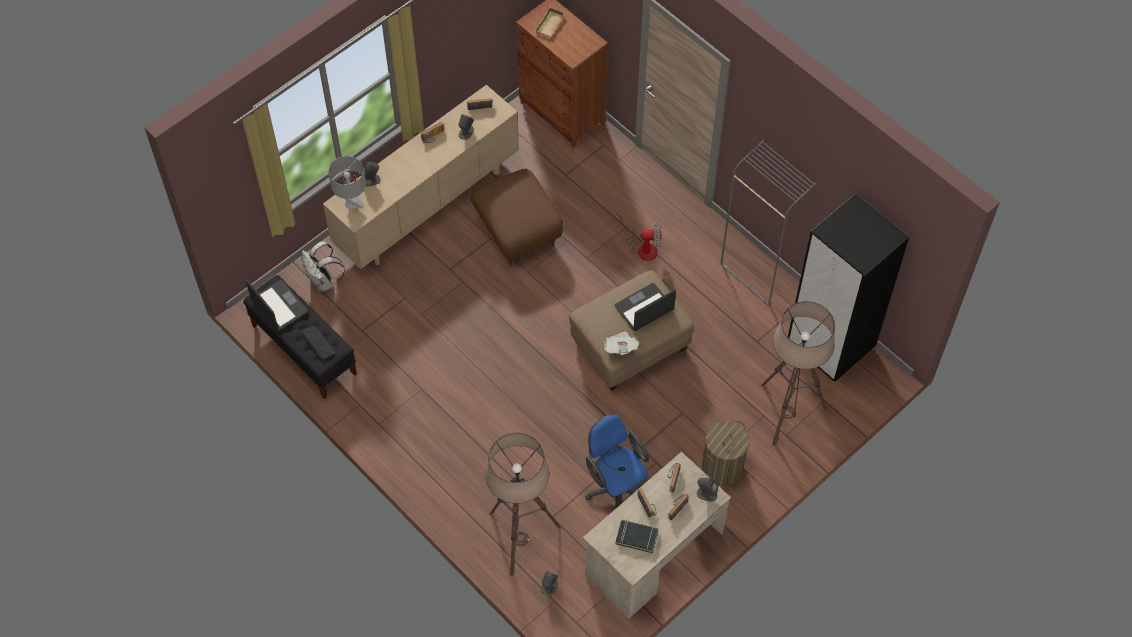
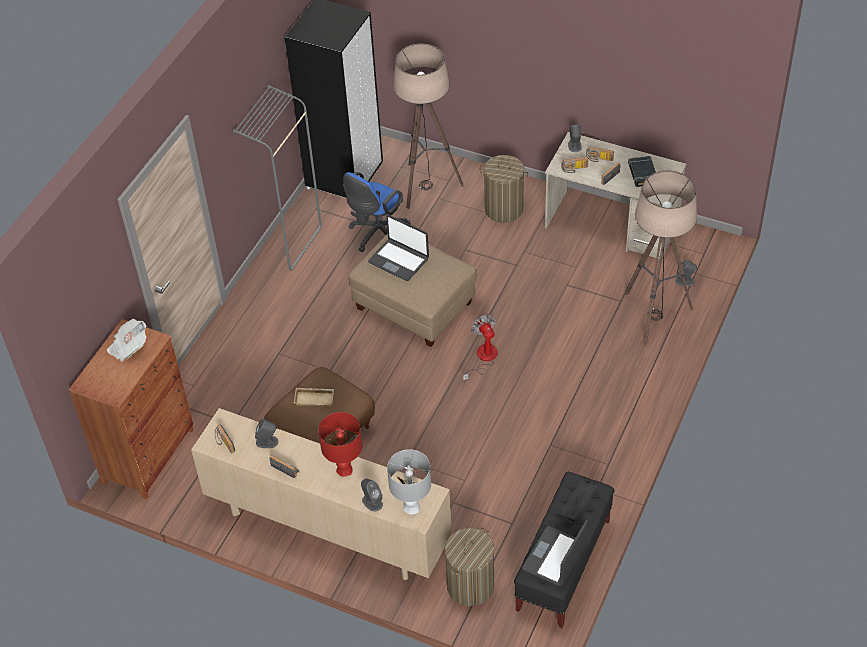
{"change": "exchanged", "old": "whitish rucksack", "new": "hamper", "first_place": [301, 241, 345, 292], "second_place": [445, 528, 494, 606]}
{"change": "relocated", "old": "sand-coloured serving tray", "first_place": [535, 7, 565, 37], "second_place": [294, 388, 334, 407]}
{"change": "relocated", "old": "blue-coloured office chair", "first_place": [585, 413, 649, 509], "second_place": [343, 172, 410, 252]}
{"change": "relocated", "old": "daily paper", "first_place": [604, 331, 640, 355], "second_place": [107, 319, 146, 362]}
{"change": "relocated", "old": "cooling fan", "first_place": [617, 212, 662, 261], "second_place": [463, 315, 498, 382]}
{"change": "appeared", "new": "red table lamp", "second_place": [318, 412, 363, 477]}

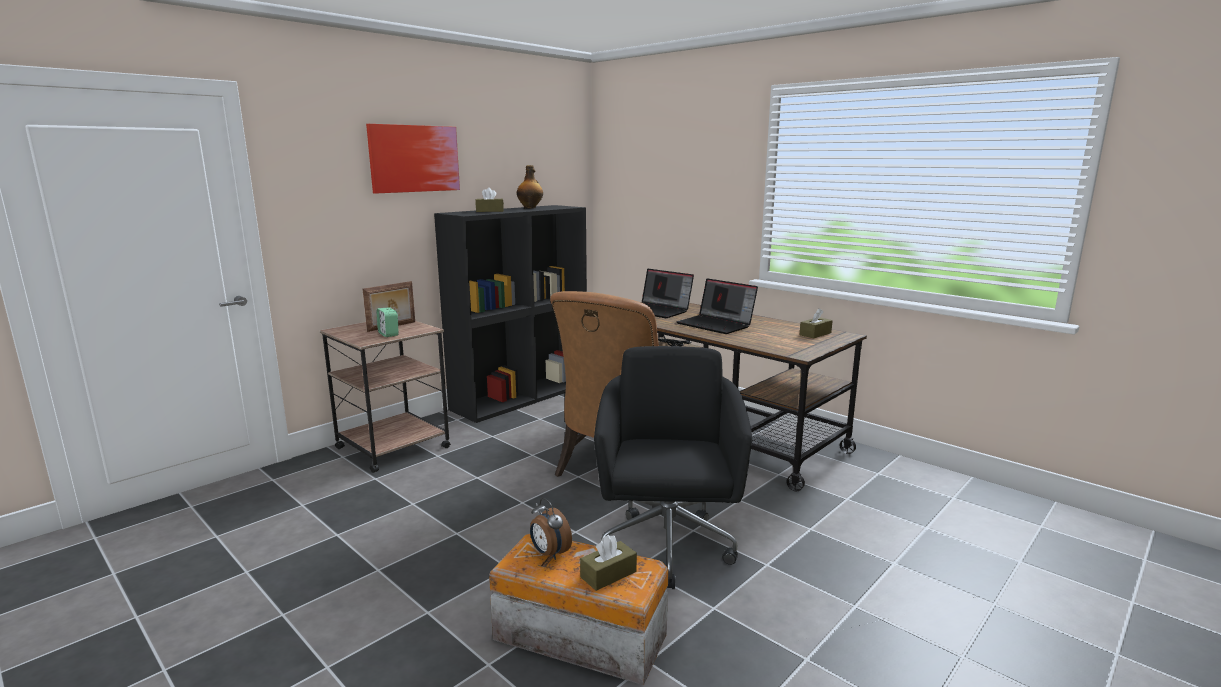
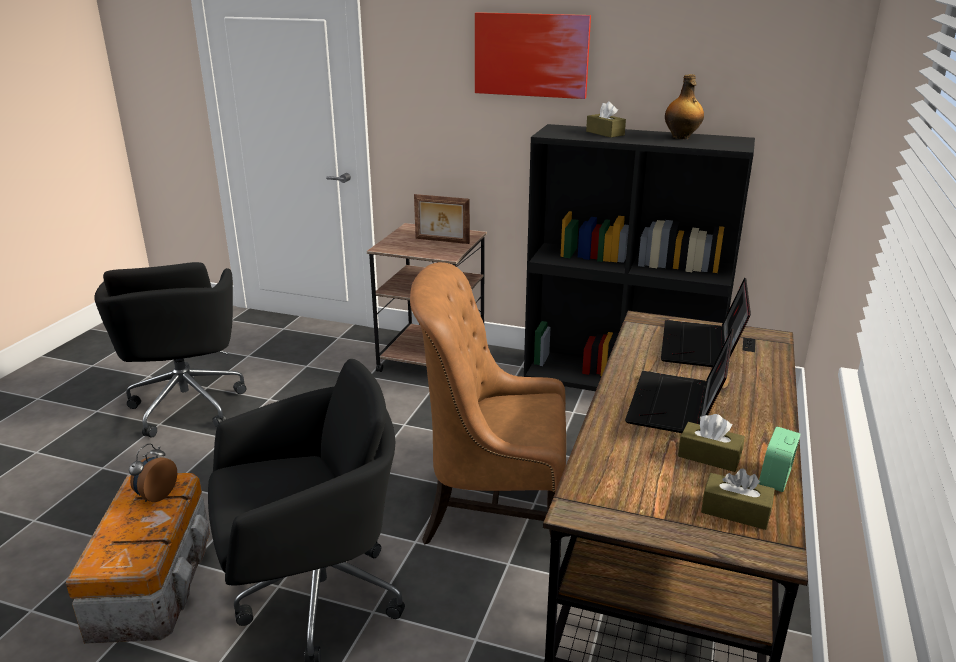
{"change": "relocated", "old": "alarm clock", "first_place": [377, 307, 399, 337], "second_place": [759, 426, 801, 492]}
{"change": "relocated", "old": "brown tissue box", "first_place": [580, 535, 637, 591], "second_place": [678, 414, 745, 472]}
{"change": "appeared", "new": "black office chair", "second_place": [94, 262, 246, 438]}

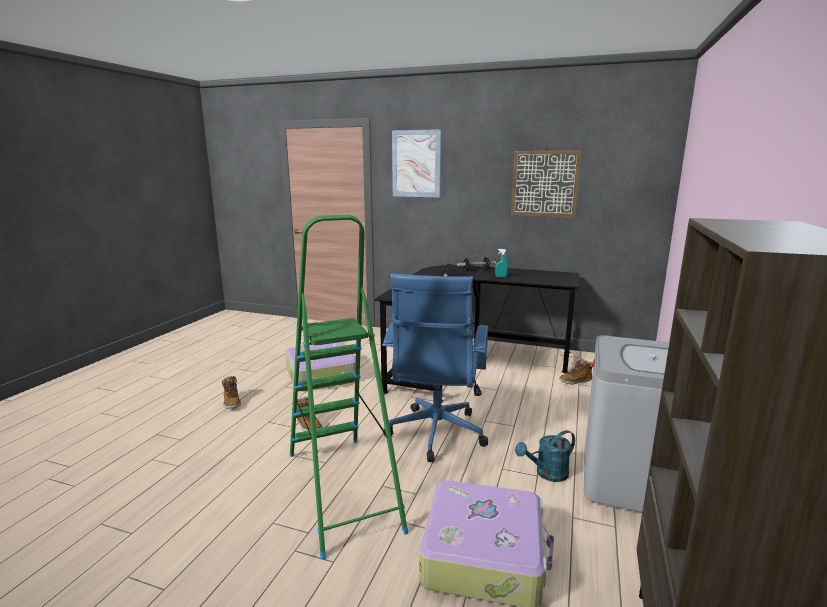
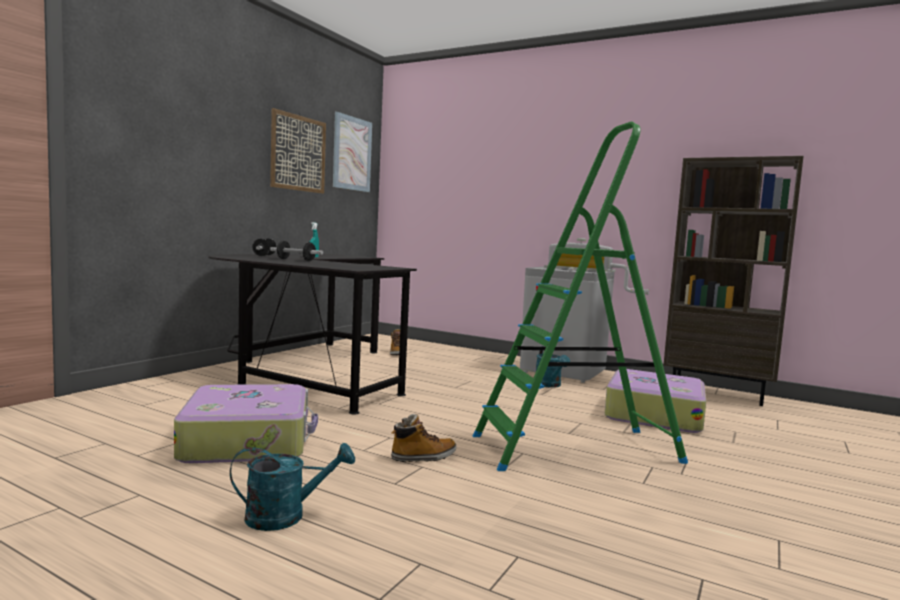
{"change": "exchanged", "old": "boot", "new": "turquoise watering can", "first_place": [222, 376, 241, 409], "second_place": [230, 443, 355, 531]}
{"change": "missing", "old": "blue-coloured office chair", "first_place": [382, 273, 489, 462]}
{"change": "relocated", "old": "wall art", "first_place": [392, 129, 441, 198], "second_place": [333, 112, 372, 192]}

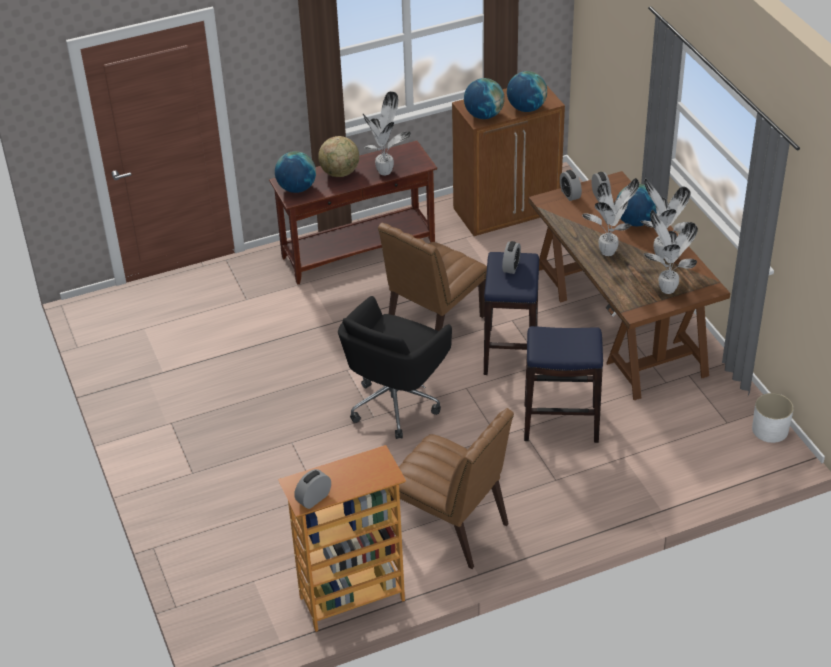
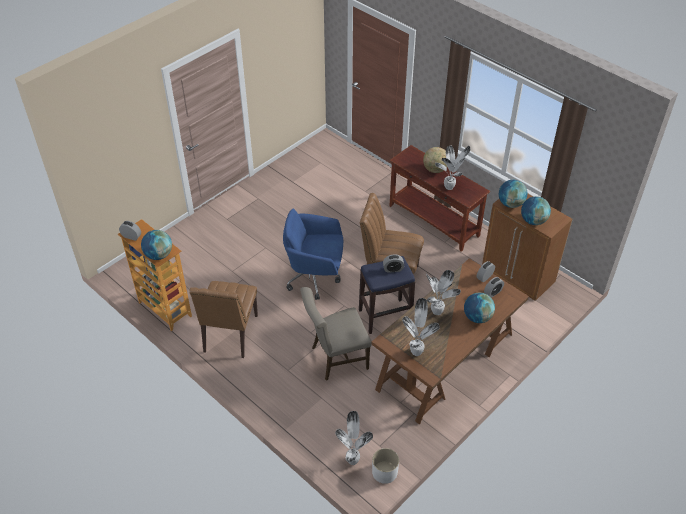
{"change": "relocated", "old": "world globe", "first_place": [275, 151, 316, 193], "second_place": [141, 230, 172, 260]}
{"change": "colour", "old": "black office chair", "new": "blue-coloured office chair", "first_place": [338, 296, 452, 439], "second_place": [283, 209, 343, 300]}
{"change": "exchanged", "old": "stool", "new": "sand-coloured upright chair", "first_place": [524, 326, 603, 443], "second_place": [300, 287, 372, 381]}
{"change": "relocated", "old": "houseplant", "first_place": [640, 178, 691, 259], "second_place": [335, 411, 373, 465]}

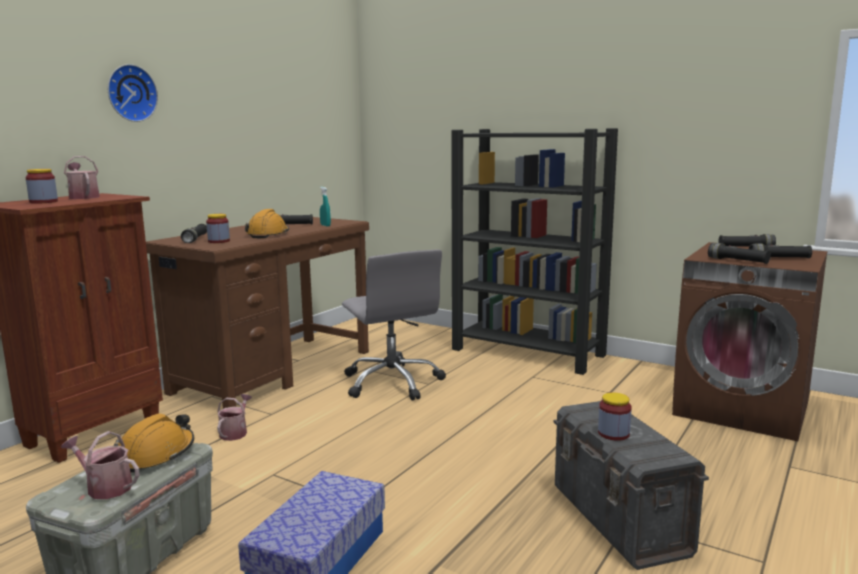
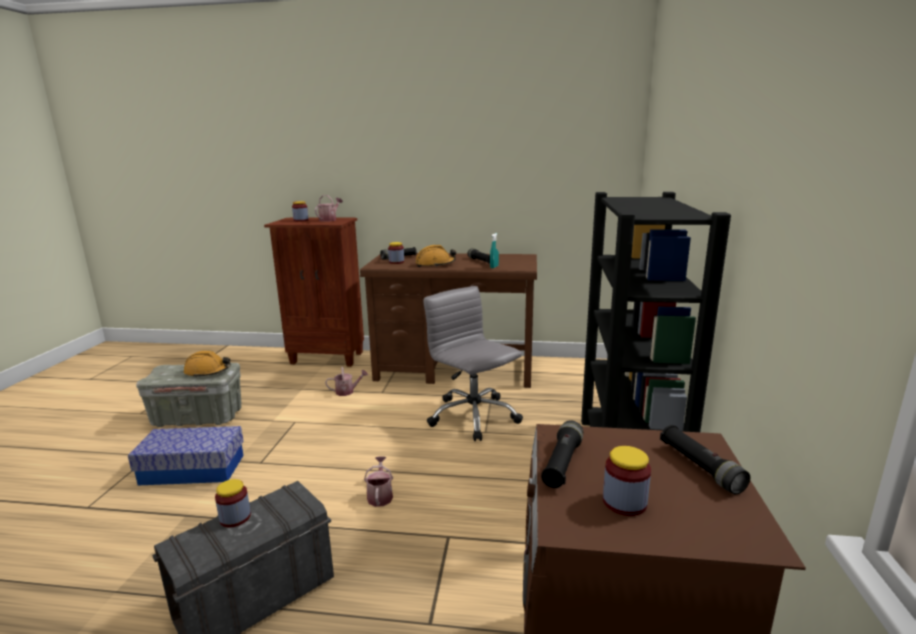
{"change": "relocated", "old": "watering can", "first_place": [61, 431, 139, 499], "second_place": [364, 456, 393, 507]}
{"change": "missing", "old": "wall clock", "first_place": [108, 64, 158, 122]}
{"change": "spun", "old": "grey office chair", "first_place": [342, 249, 446, 401], "second_place": [423, 286, 523, 441], "degrees": 105}
{"change": "exchanged", "old": "black torch", "new": "jar", "first_place": [749, 243, 812, 258], "second_place": [603, 446, 651, 516]}

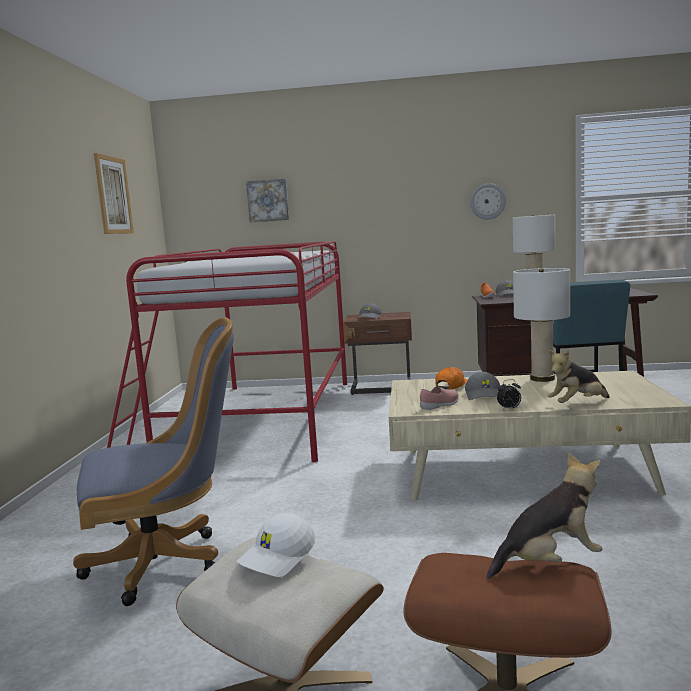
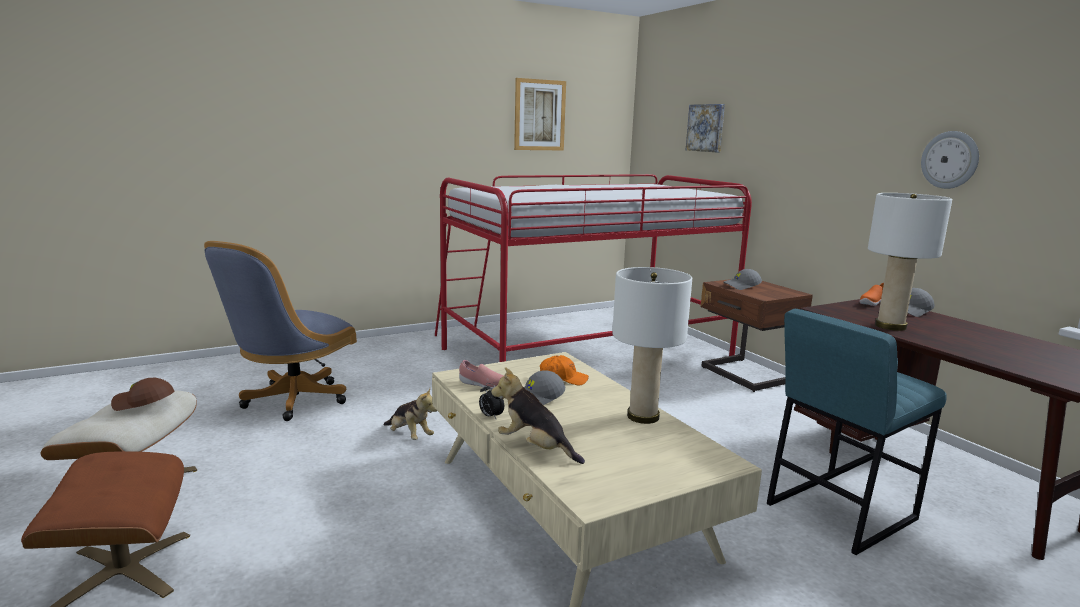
{"change": "spun", "old": "blue-coloured office chair", "first_place": [73, 317, 234, 606], "second_place": [204, 241, 357, 421], "degrees": 75}
{"change": "colour", "old": "whitish cap", "new": "brown cap", "first_place": [237, 513, 315, 577], "second_place": [111, 378, 174, 411]}
{"change": "relocated", "old": "soft toy", "first_place": [487, 452, 602, 579], "second_place": [384, 388, 437, 440]}

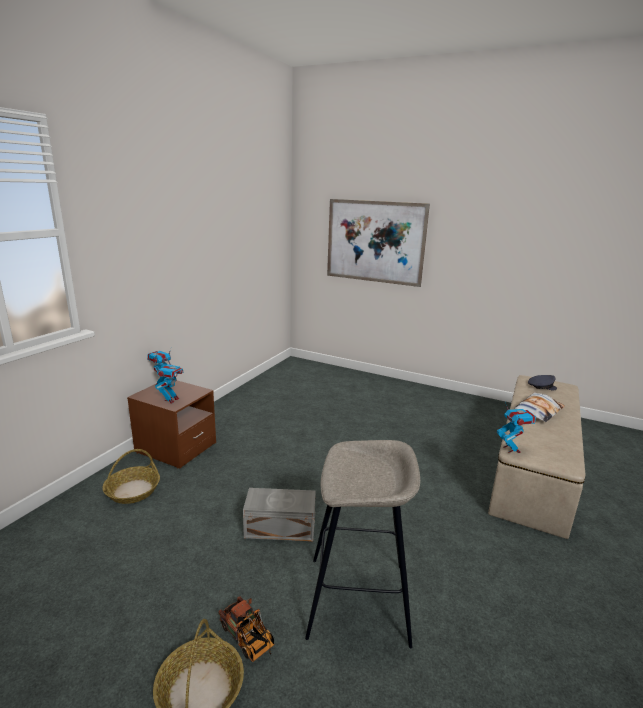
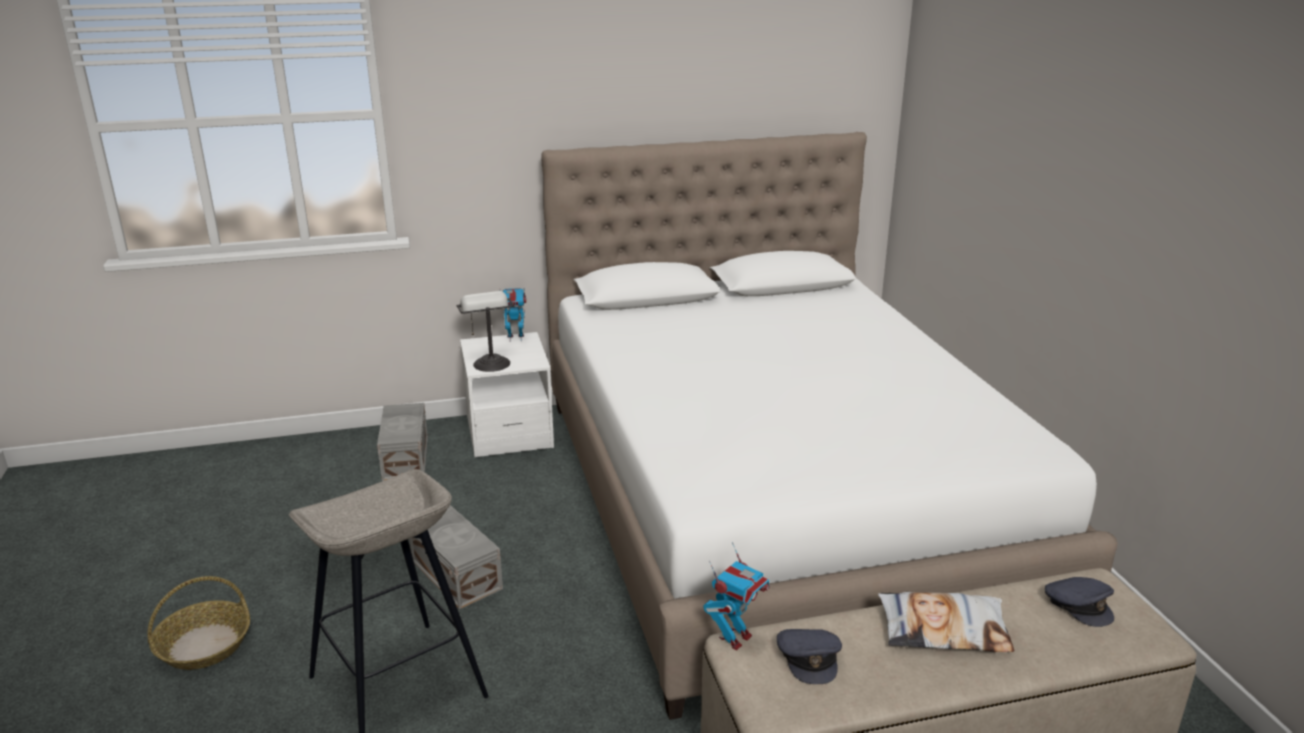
{"change": "exchanged", "old": "storage basket", "new": "grey storage box", "first_place": [102, 449, 160, 504], "second_place": [377, 403, 428, 481]}
{"change": "colour", "old": "brown bedside table", "new": "whitish bedside table", "first_place": [127, 380, 216, 469], "second_place": [460, 332, 554, 458]}
{"change": "exchanged", "old": "toy robot", "new": "table lamp", "first_place": [154, 357, 183, 403], "second_place": [457, 291, 514, 372]}
{"change": "missing", "old": "toy lorry", "first_place": [218, 596, 274, 662]}
{"change": "missing", "old": "wall art", "first_place": [327, 199, 430, 287]}
{"change": "appeared", "new": "whitish bed", "second_place": [541, 132, 1118, 720]}
{"change": "appeared", "new": "grey cap", "second_place": [777, 629, 842, 684]}

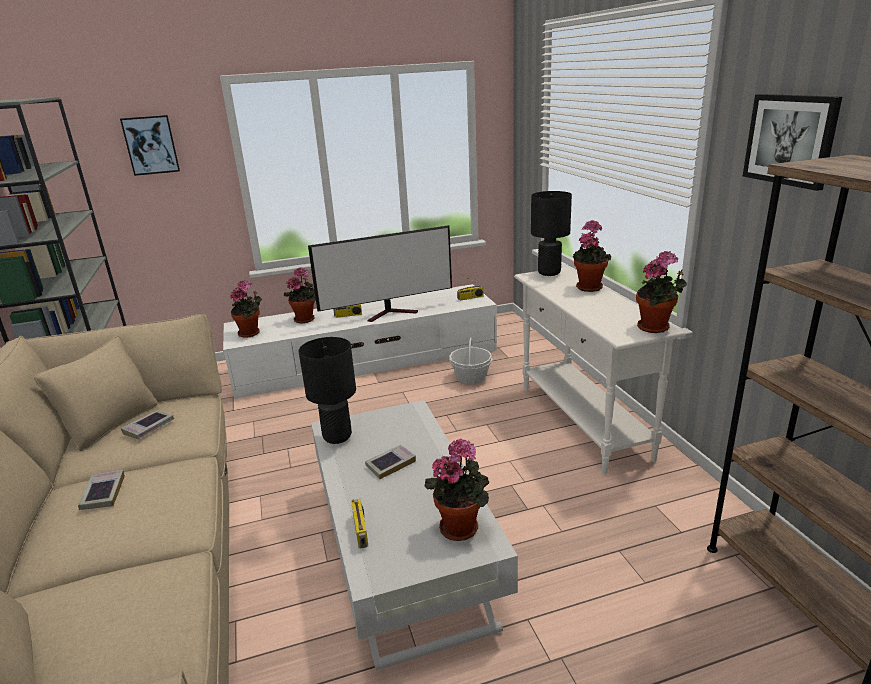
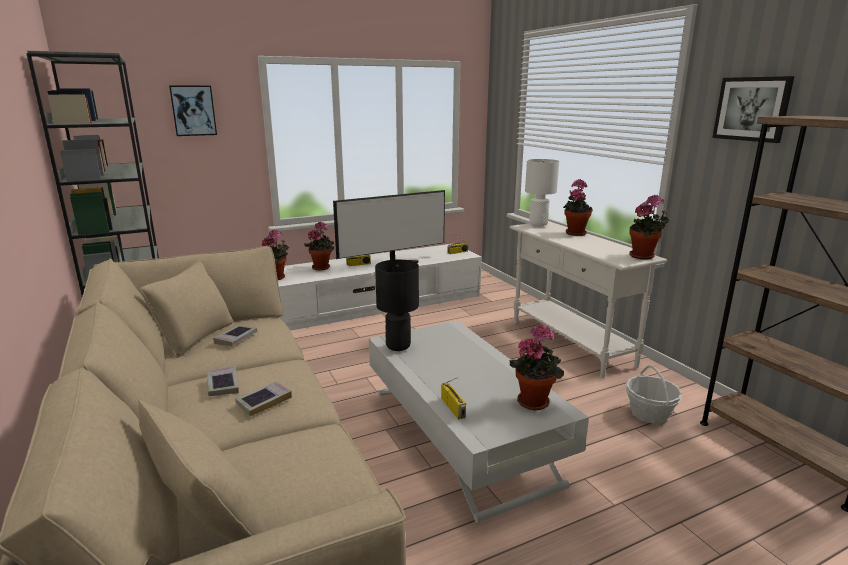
{"change": "relocated", "old": "volume", "first_place": [365, 445, 416, 479], "second_place": [235, 382, 292, 416]}
{"change": "relocated", "old": "storage basket", "first_place": [449, 337, 492, 384], "second_place": [626, 365, 682, 424]}
{"change": "colour", "old": "black table lamp", "new": "whitish table lamp", "first_place": [531, 191, 572, 276], "second_place": [525, 159, 559, 227]}

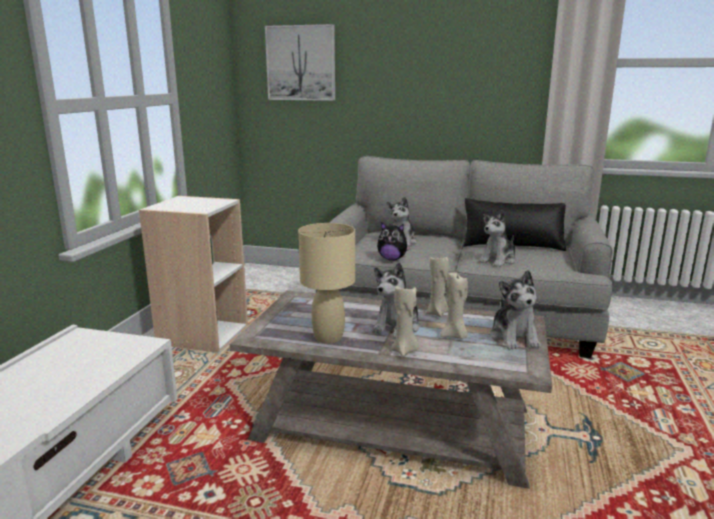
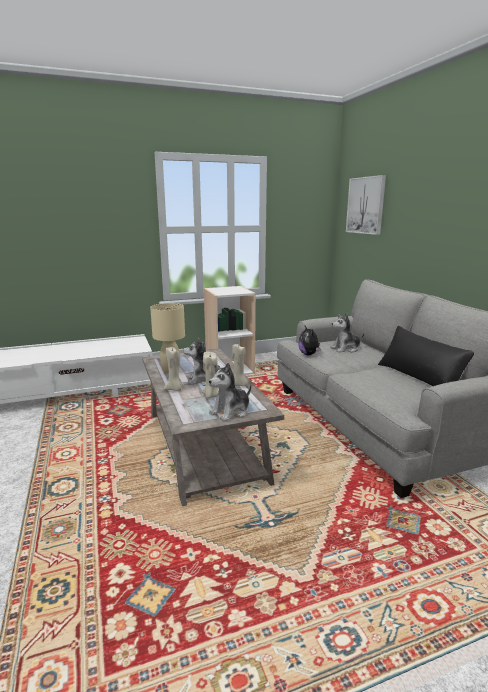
{"change": "missing", "old": "soft toy", "first_place": [479, 210, 516, 267]}

